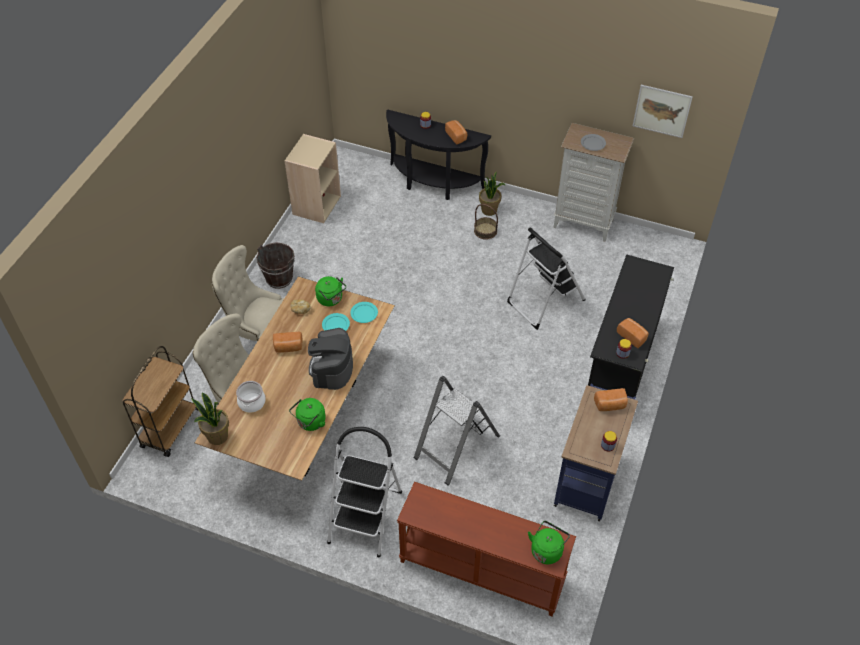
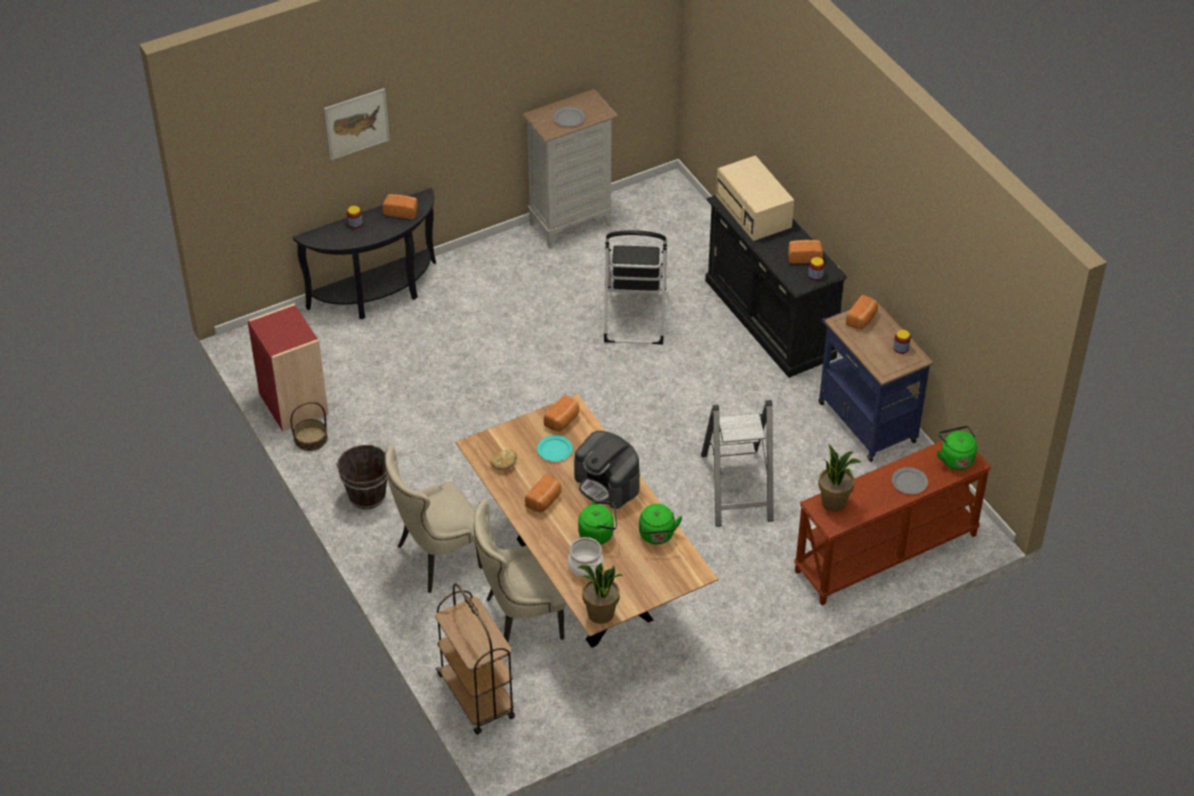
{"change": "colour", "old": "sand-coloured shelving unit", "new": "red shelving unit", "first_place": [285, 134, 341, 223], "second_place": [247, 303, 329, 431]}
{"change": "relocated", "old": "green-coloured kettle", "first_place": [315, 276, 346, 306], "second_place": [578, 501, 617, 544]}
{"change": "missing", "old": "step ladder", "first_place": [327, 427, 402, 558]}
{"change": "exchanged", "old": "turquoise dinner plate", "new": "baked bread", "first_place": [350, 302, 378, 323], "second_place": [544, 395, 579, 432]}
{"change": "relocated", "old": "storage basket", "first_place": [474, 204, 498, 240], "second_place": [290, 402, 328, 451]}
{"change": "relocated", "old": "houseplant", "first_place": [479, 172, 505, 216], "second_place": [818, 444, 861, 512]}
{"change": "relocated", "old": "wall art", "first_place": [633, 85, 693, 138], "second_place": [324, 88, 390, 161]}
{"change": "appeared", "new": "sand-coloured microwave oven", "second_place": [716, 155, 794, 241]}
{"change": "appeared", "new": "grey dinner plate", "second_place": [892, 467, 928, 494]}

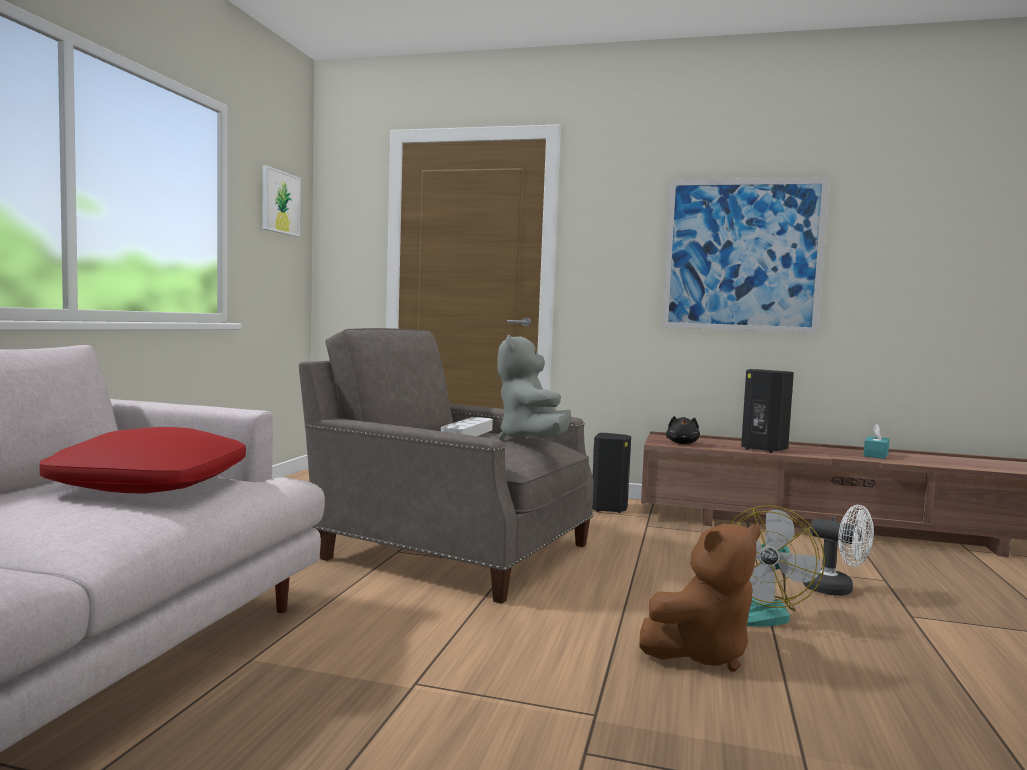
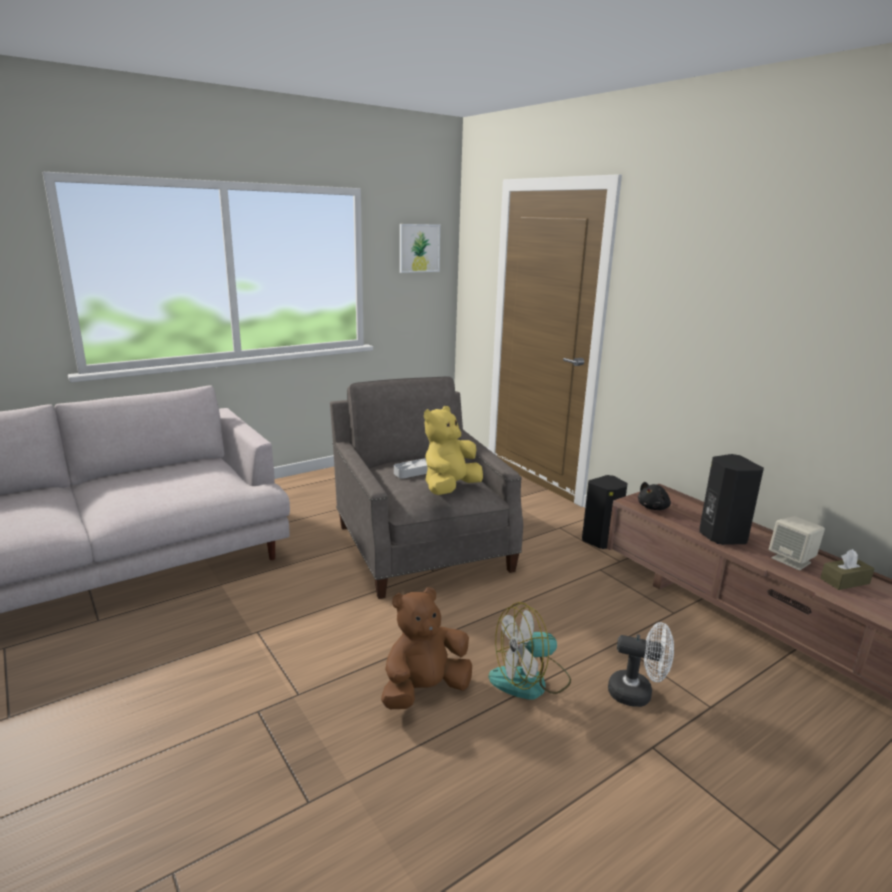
{"change": "missing", "old": "red cushion", "first_place": [40, 427, 246, 494]}
{"change": "colour", "old": "grey soft toy", "new": "yellow soft toy", "first_place": [498, 334, 571, 441], "second_place": [424, 406, 483, 495]}
{"change": "spun", "old": "brown soft toy", "first_place": [639, 524, 761, 672], "second_place": [381, 587, 472, 709], "degrees": 135}
{"change": "missing", "old": "wall art", "first_place": [662, 178, 829, 333]}
{"change": "spun", "old": "whitish cooling fan", "first_place": [803, 505, 874, 596], "second_place": [608, 622, 674, 707], "degrees": -60}
{"change": "colour", "old": "turquoise tissue box", "new": "brown tissue box", "first_place": [863, 424, 890, 459], "second_place": [820, 549, 874, 590]}
{"change": "appeared", "new": "sand-coloured speaker", "second_place": [769, 516, 825, 570]}

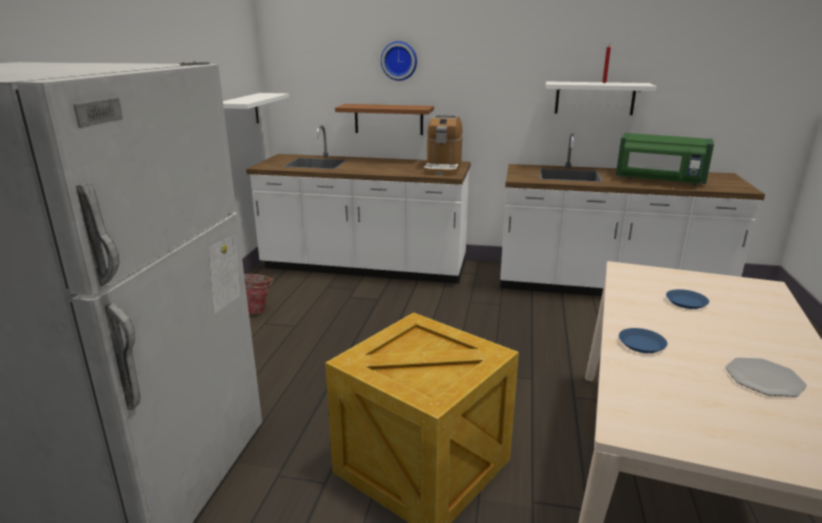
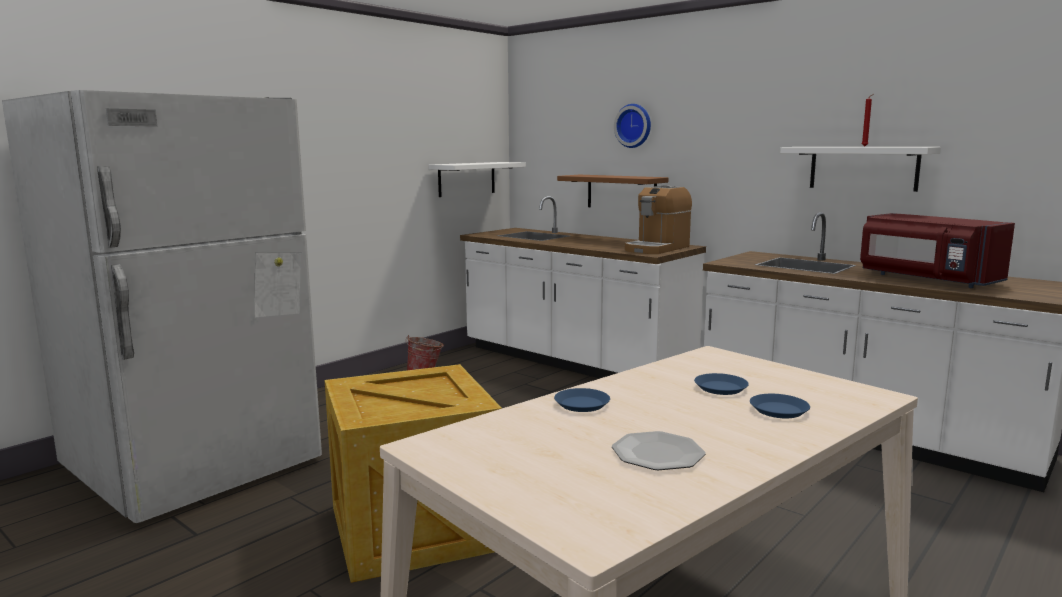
{"change": "colour", "old": "green-coloured microwave oven", "new": "red microwave oven", "first_place": [616, 133, 714, 186], "second_place": [860, 213, 1015, 288]}
{"change": "appeared", "new": "blue-coloured dinner plate", "second_place": [750, 394, 810, 418]}

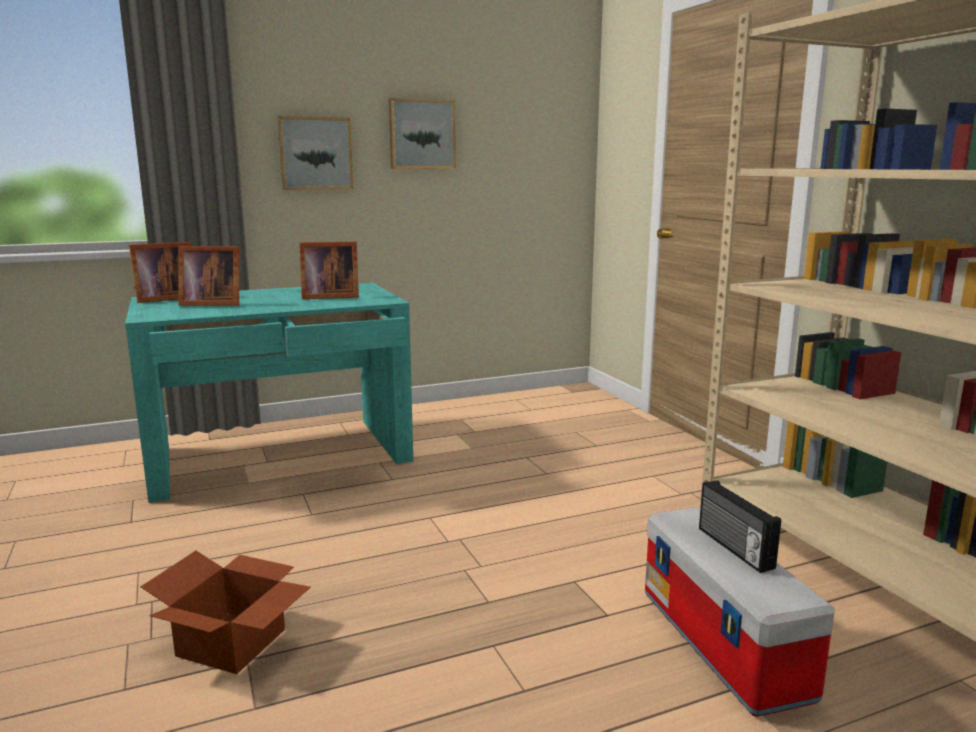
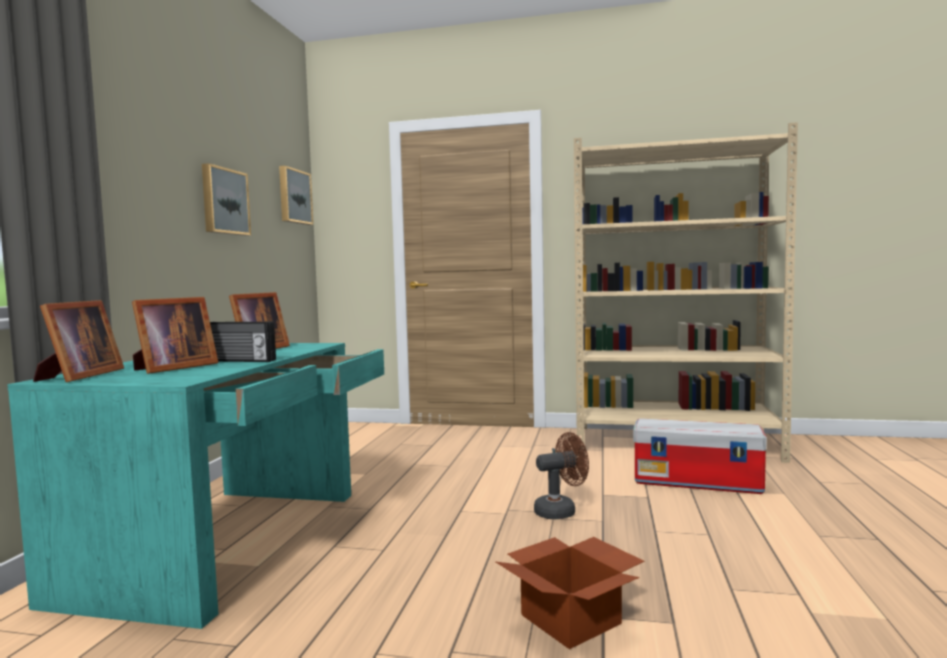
{"change": "relocated", "old": "wall art", "first_place": [278, 116, 353, 190], "second_place": [279, 166, 313, 225]}
{"change": "relocated", "old": "radio set", "first_place": [699, 480, 781, 573], "second_place": [210, 321, 276, 362]}
{"change": "appeared", "new": "brown cooling fan", "second_place": [534, 432, 589, 519]}

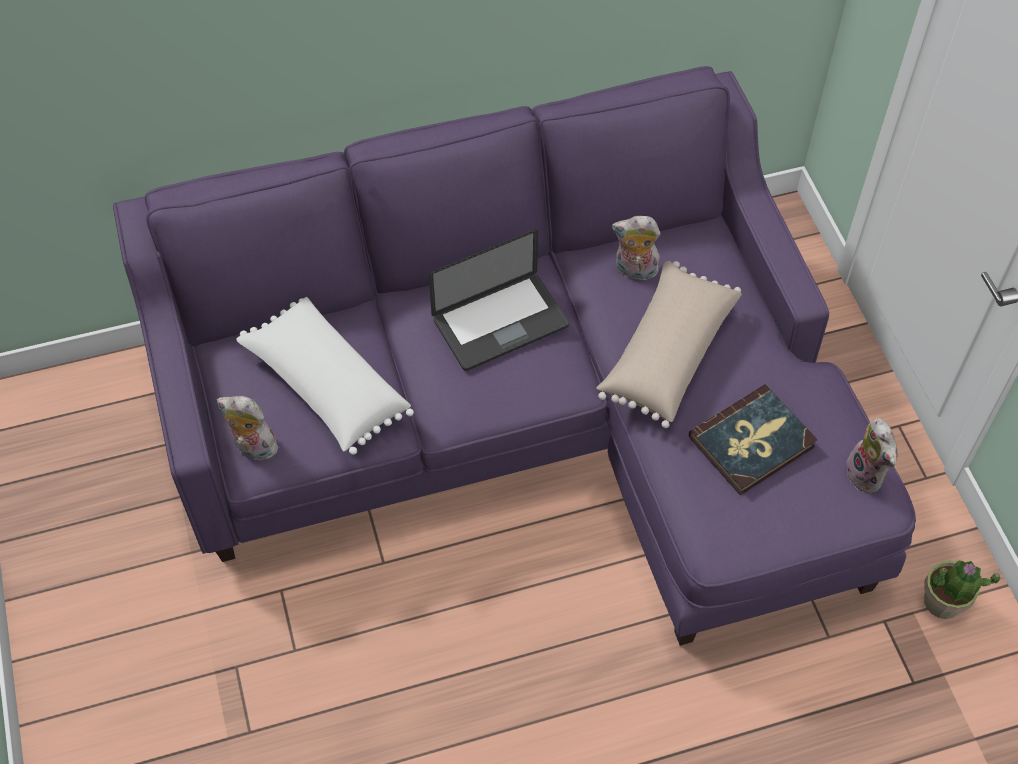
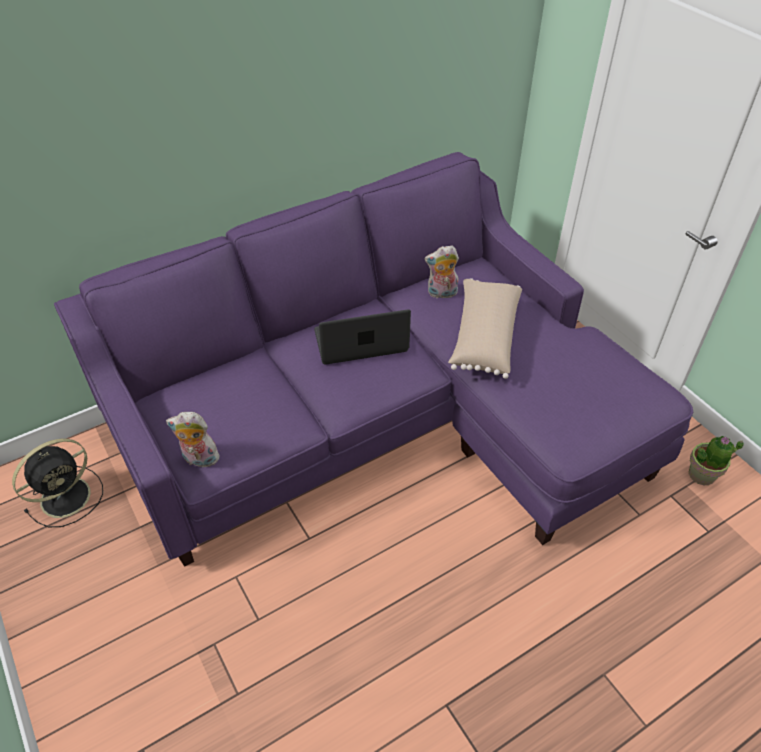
{"change": "missing", "old": "whitish cushion", "first_place": [237, 297, 414, 455]}
{"change": "spun", "old": "laptop", "first_place": [429, 229, 569, 371], "second_place": [314, 309, 411, 365], "degrees": -150}
{"change": "missing", "old": "volume", "first_place": [689, 384, 818, 495]}
{"change": "missing", "old": "soft toy", "first_place": [847, 418, 898, 493]}
{"change": "appeared", "new": "black cooling fan", "second_place": [12, 438, 103, 528]}

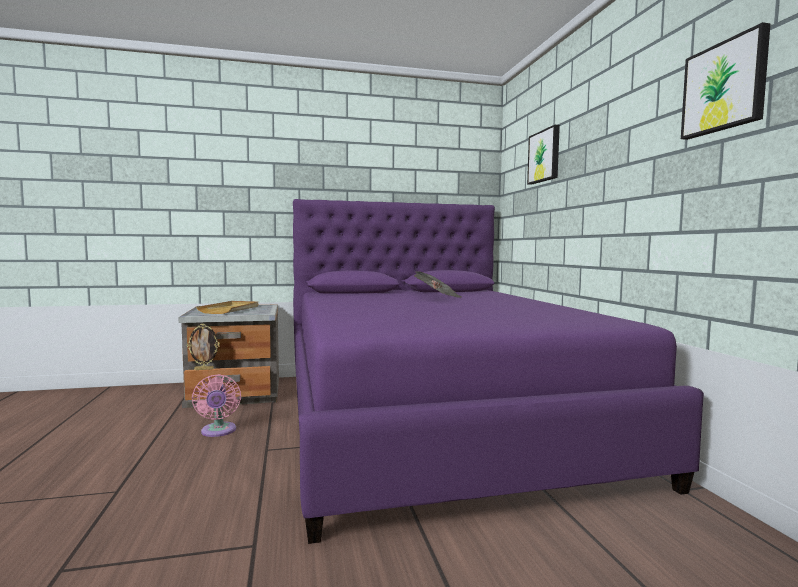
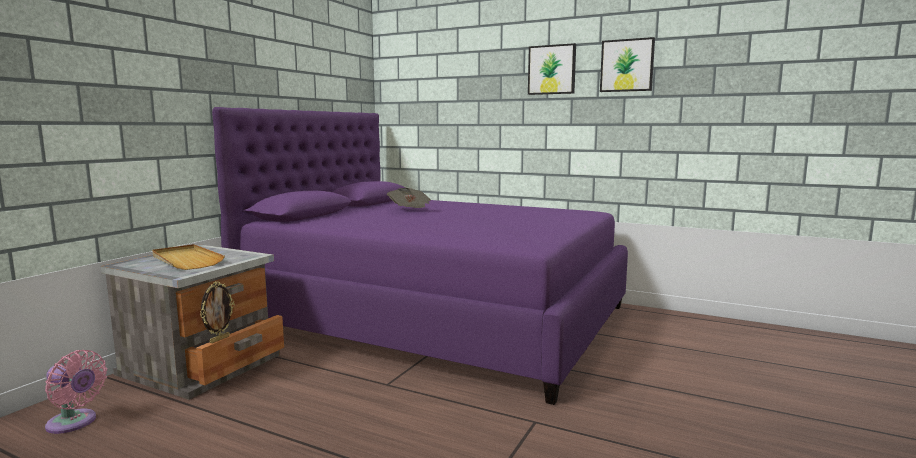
{"change": "relocated", "old": "pink cooling fan", "first_place": [192, 374, 241, 437], "second_place": [45, 350, 107, 434]}
{"change": "relocated", "old": "wall art", "first_place": [527, 125, 560, 185], "second_place": [528, 43, 576, 95]}

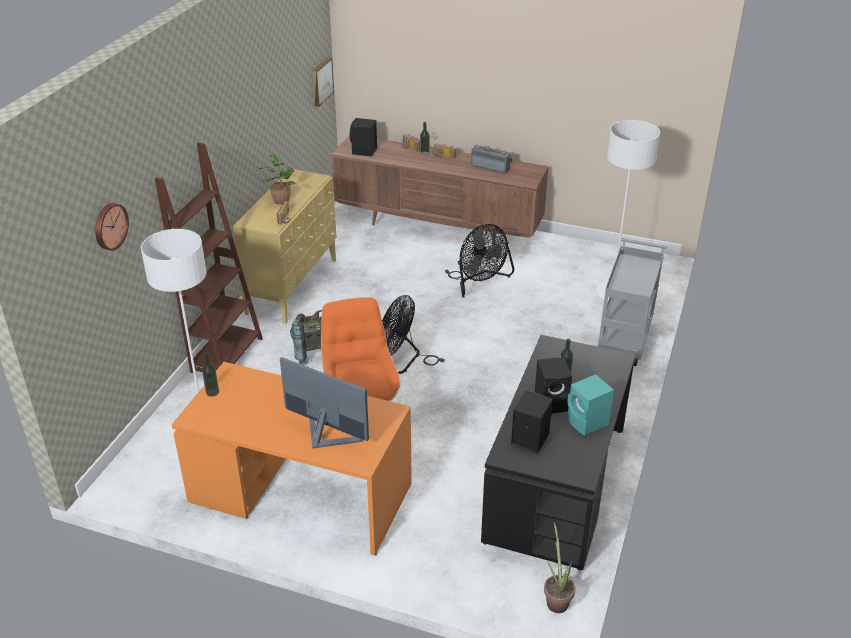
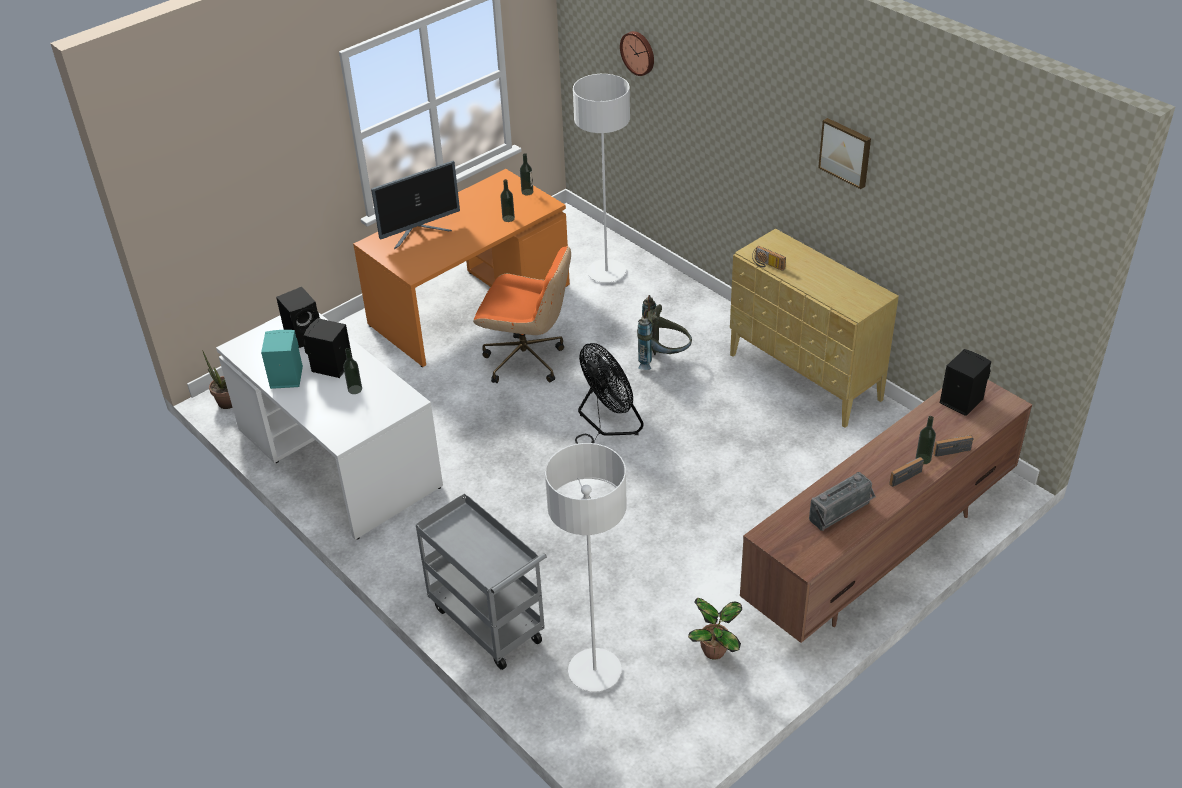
{"change": "missing", "old": "brown shelving unit", "first_place": [155, 143, 263, 373]}
{"change": "relocated", "old": "houseplant", "first_place": [259, 154, 296, 205], "second_place": [688, 598, 742, 660]}
{"change": "relocated", "old": "wall art", "first_place": [312, 57, 334, 107], "second_place": [818, 118, 871, 189]}
{"change": "missing", "old": "black cooling fan", "first_place": [445, 224, 514, 298]}
{"change": "colour", "old": "black desk table", "new": "whitish desk table", "first_place": [481, 335, 635, 570], "second_place": [216, 313, 443, 540]}
{"change": "appeared", "new": "drink bottle", "second_place": [500, 179, 515, 222]}

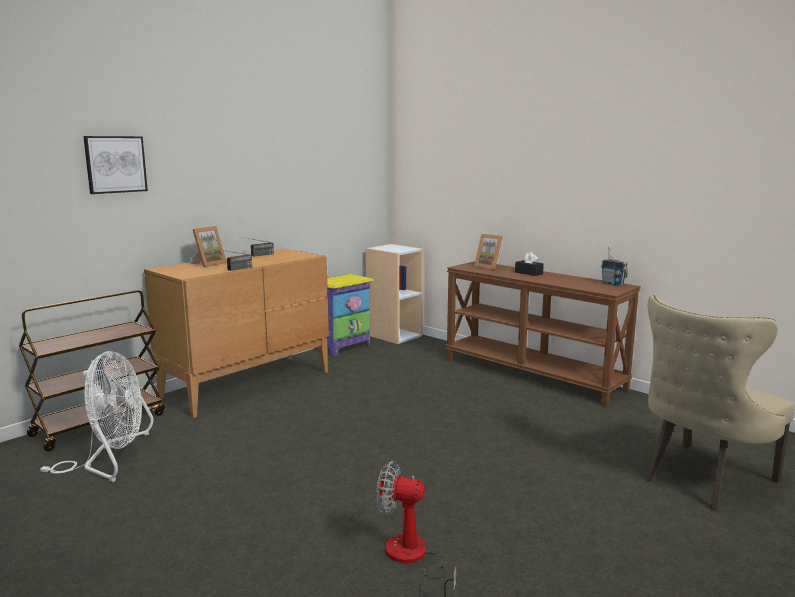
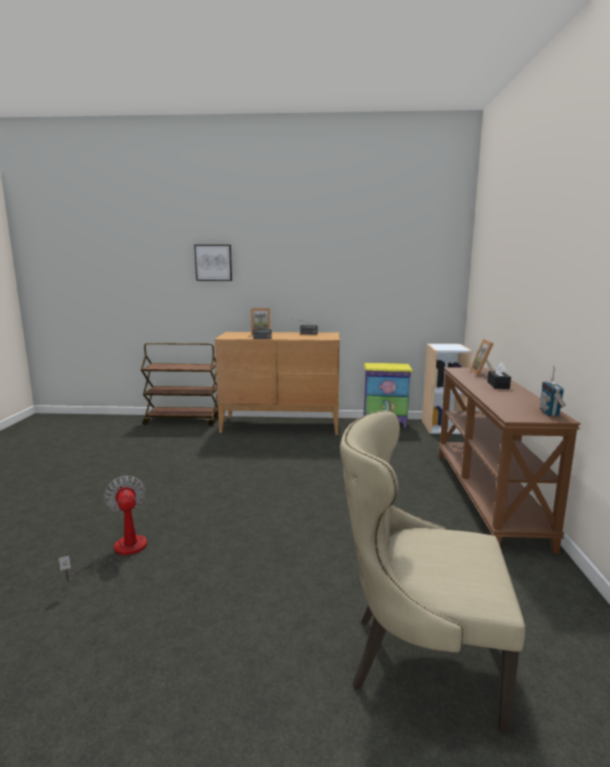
{"change": "missing", "old": "whitish cooling fan", "first_place": [40, 351, 153, 482]}

